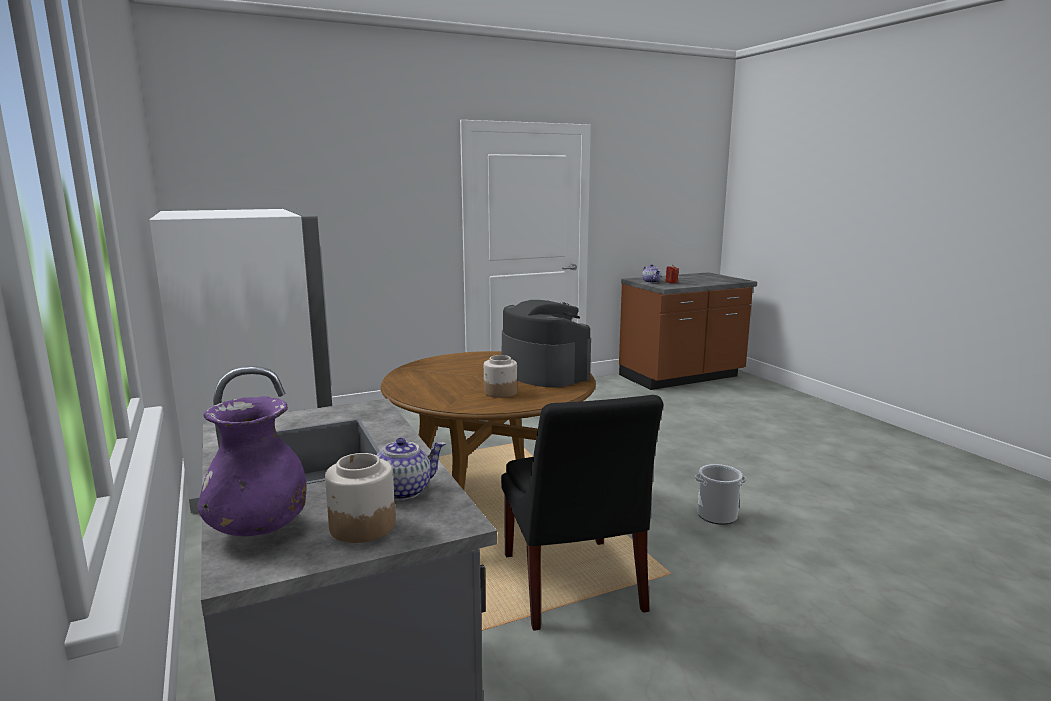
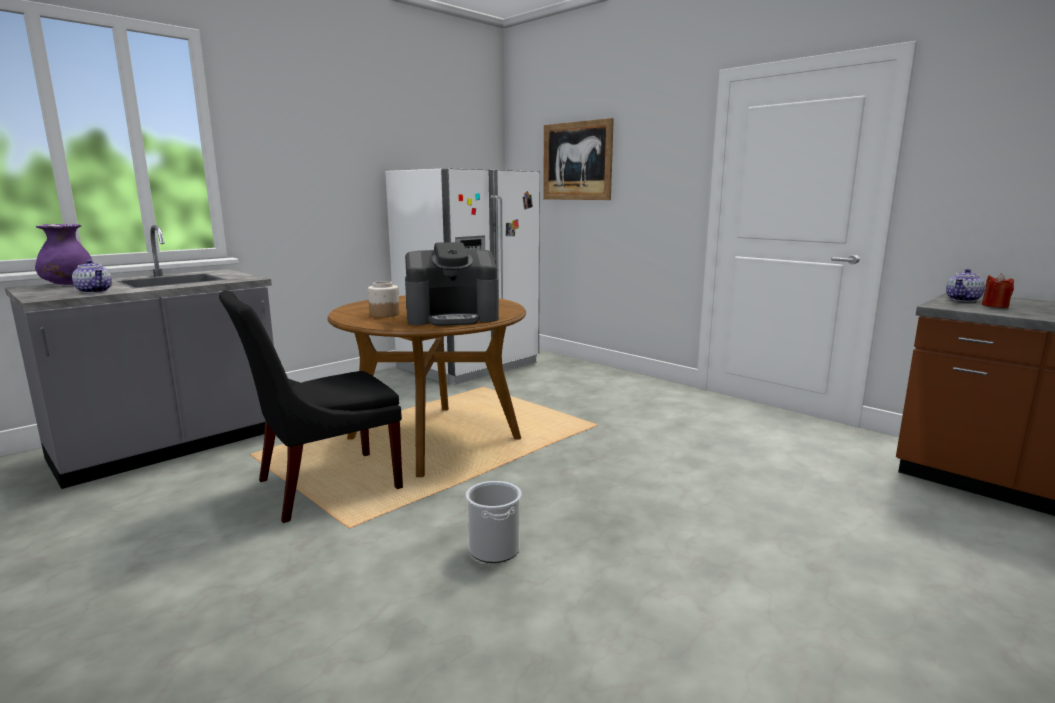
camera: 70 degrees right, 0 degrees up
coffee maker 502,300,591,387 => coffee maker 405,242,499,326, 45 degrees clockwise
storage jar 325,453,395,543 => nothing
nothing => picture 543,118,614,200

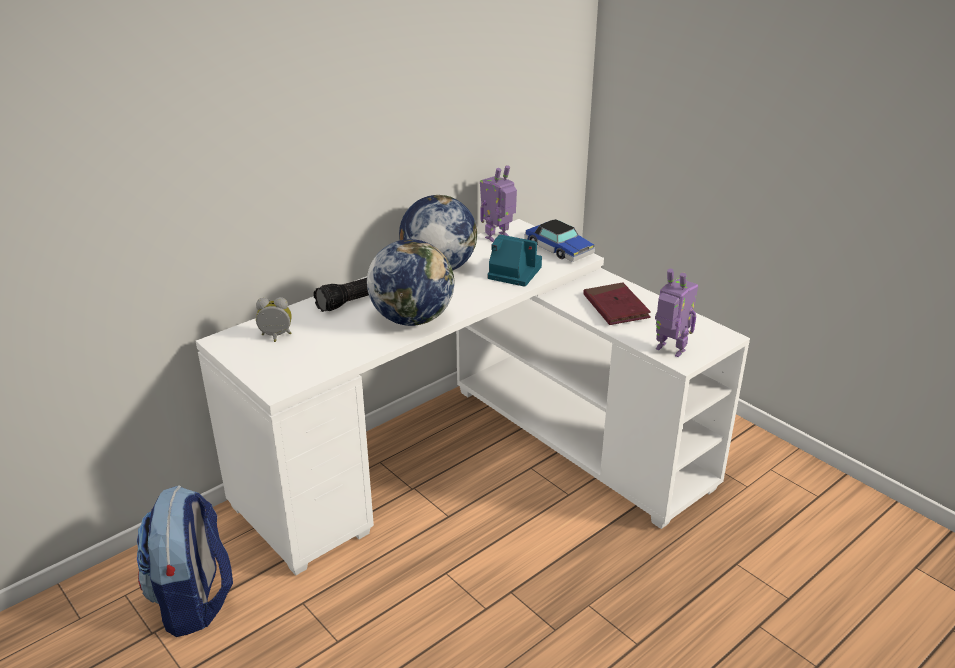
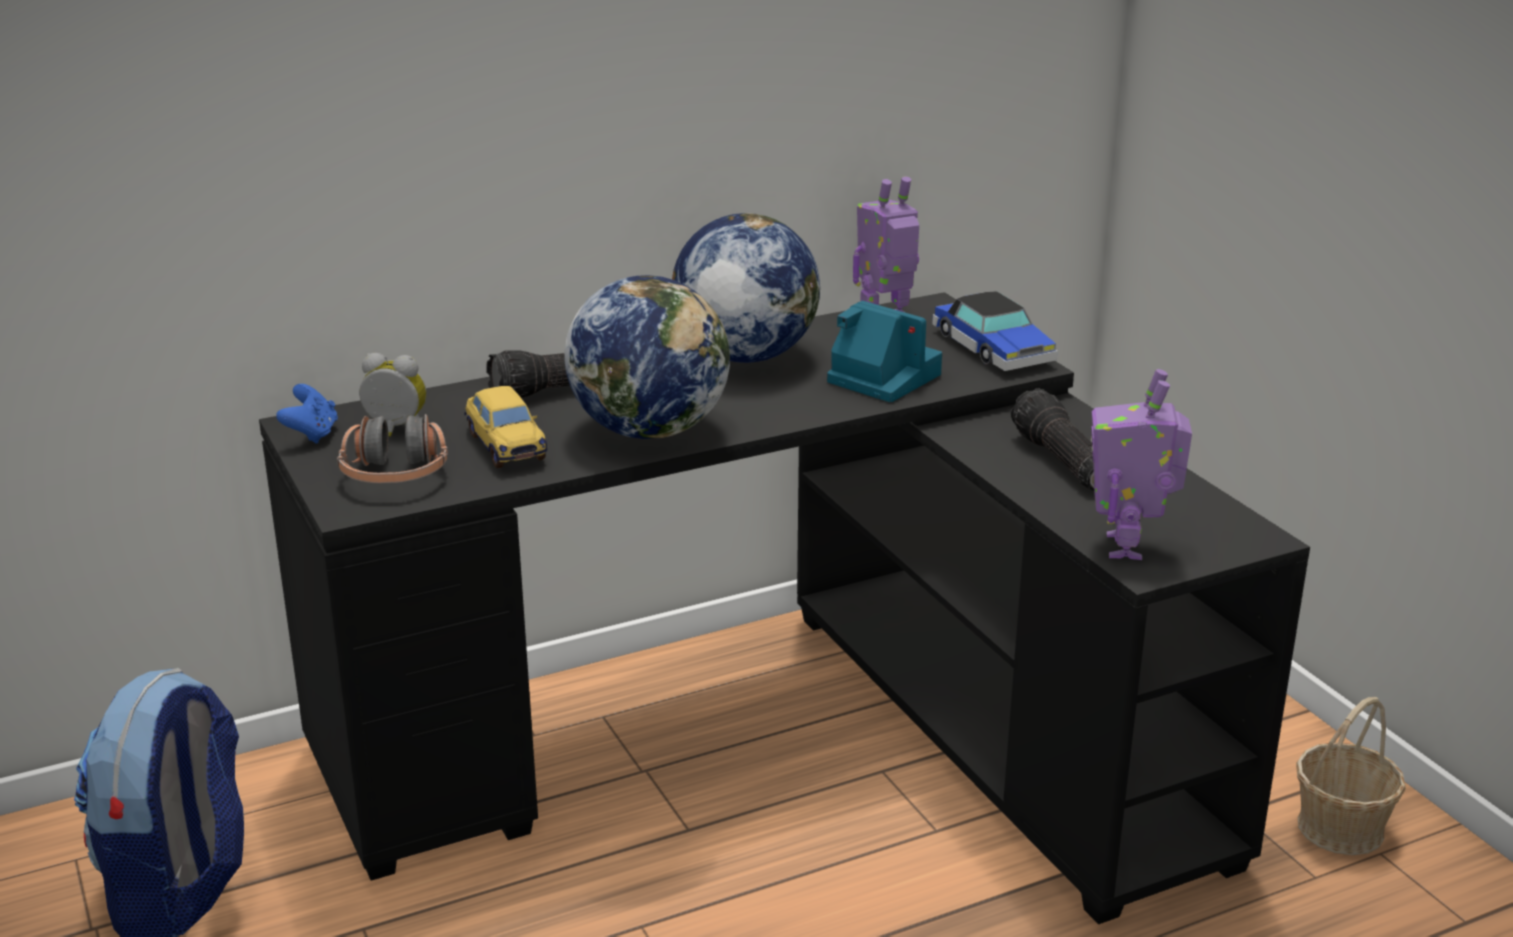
camera: 15 degrees right, 5 degrees down
desk table (white) 196,219,750,575 => desk table (black-coloured) 259,292,1310,924
toy robot 655,269,698,357 => toy robot 1091,369,1192,560, 135 degrees counterclockwise
bound book (red-coloured) 583,282,651,325 => hand torch 1011,388,1094,491
nothing => joypad (bluish) 276,384,338,444
nothing => model car 464,386,547,469
nothing => headphones 337,414,448,483
nothing => household basket 1296,697,1406,855

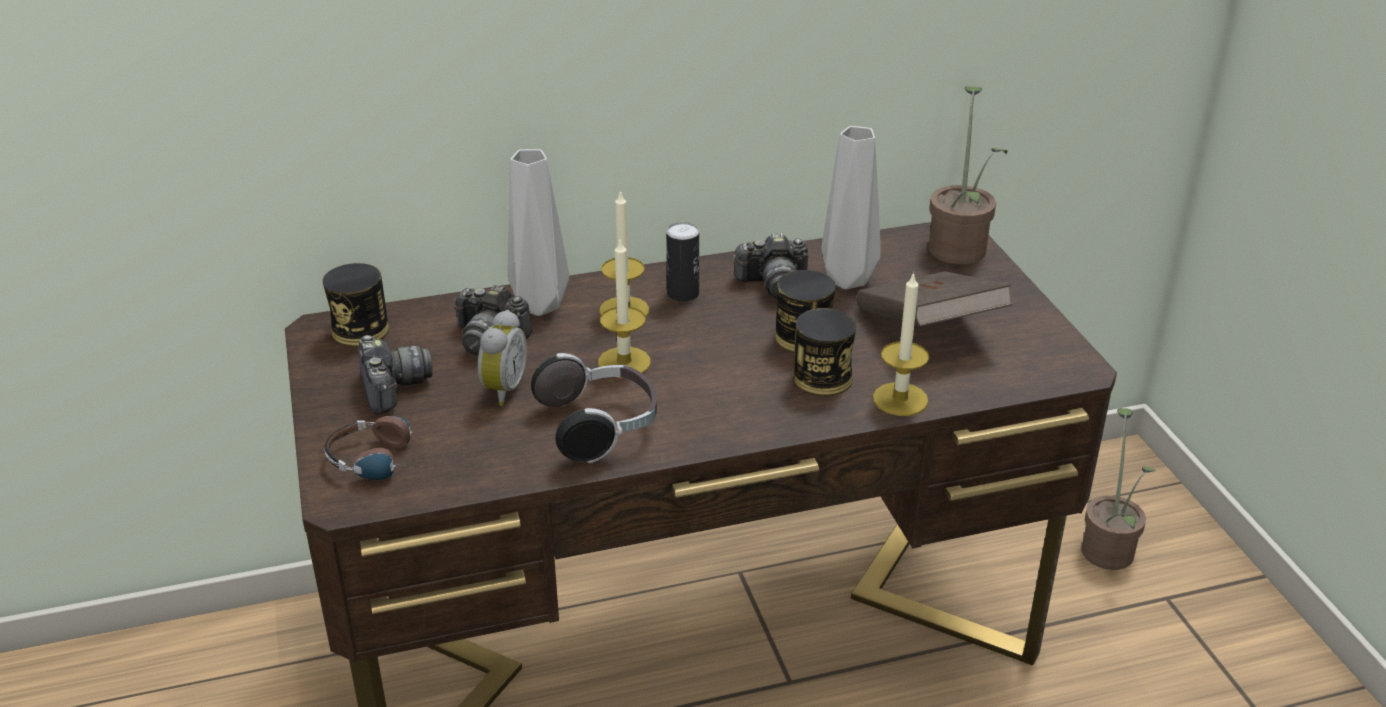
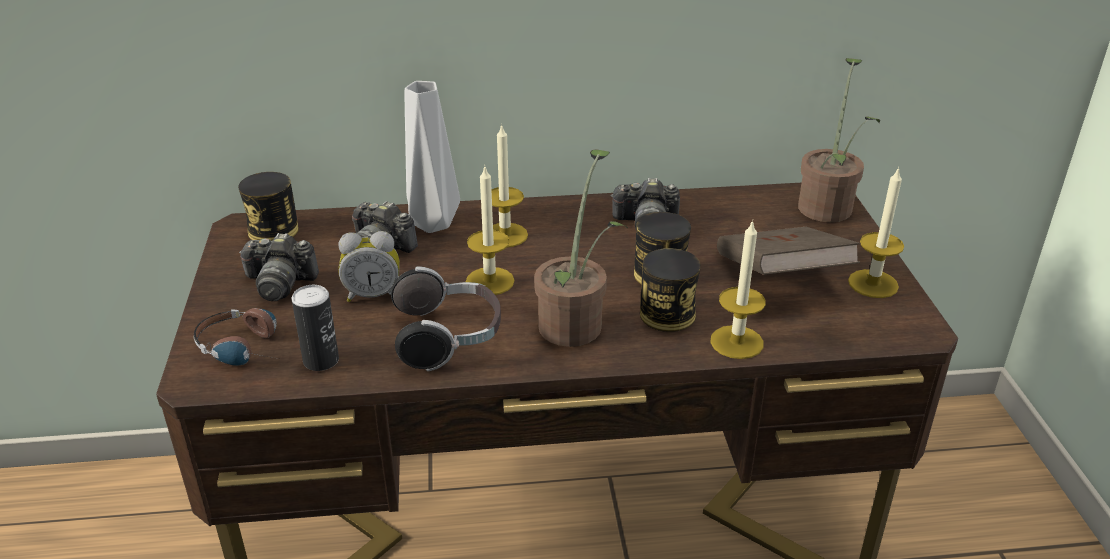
camera: 10 degrees right, 0 degrees up
decorative vase (grey) 821,126,881,289 => nothing
can 666,222,699,302 => can 292,285,339,371, relocated
table clock 478,310,527,406 => table clock 338,231,400,302, 60 degrees clockwise
still camera 359,335,433,415 => still camera 239,233,319,301, 105 degrees clockwise
houseplant 1081,408,1156,570 => houseplant 534,149,628,347, relocated
nothing => candle 848,167,904,298

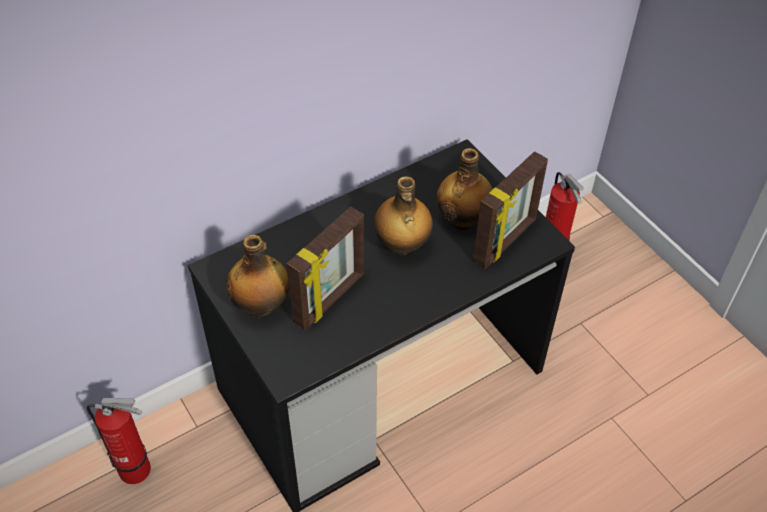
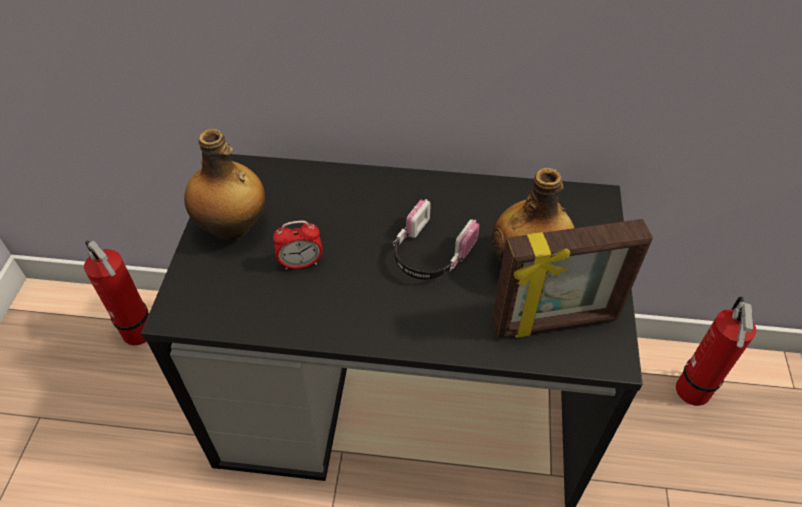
camera: 40 degrees right, 0 degrees up
bottle 374,176,433,255 => headphones 393,199,479,279
standing frame 287,206,364,330 => table clock 273,221,323,270

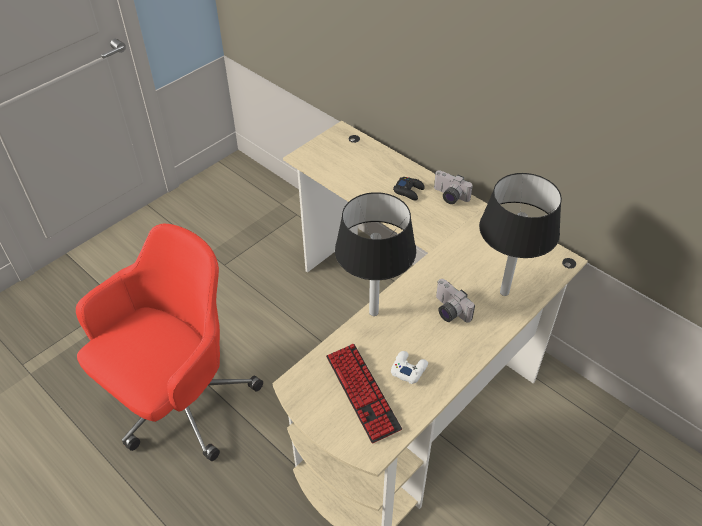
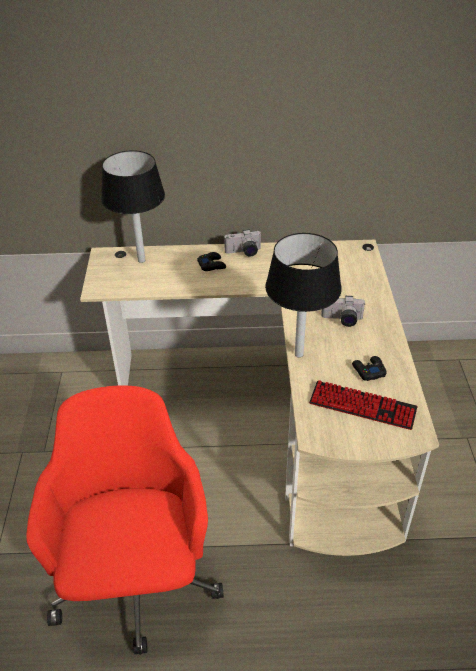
camera: 45 degrees left, 5 degrees down
lamp for a table (black-coloured) 479,173,562,296 => lamp for a table (black-coloured) 101,150,165,263, relocated
joypad (white) 391,351,428,384 => joypad (black-coloured) 352,356,387,381

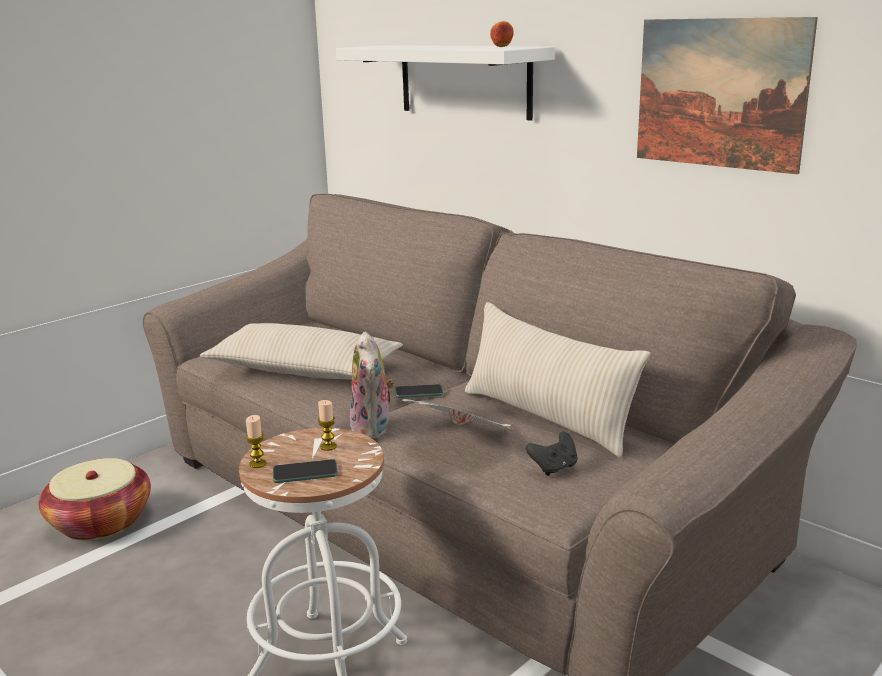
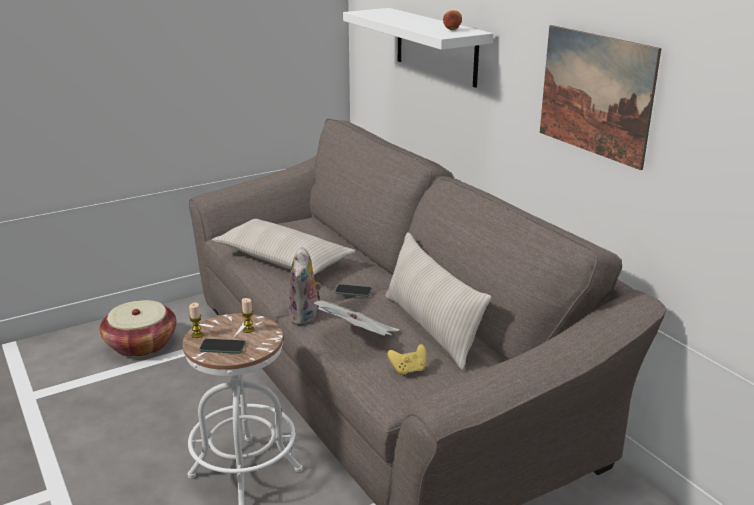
camera: 15 degrees right, 5 degrees up
joypad (black-coloured) 526,432,578,476 => joypad (yellowish) 388,344,426,375

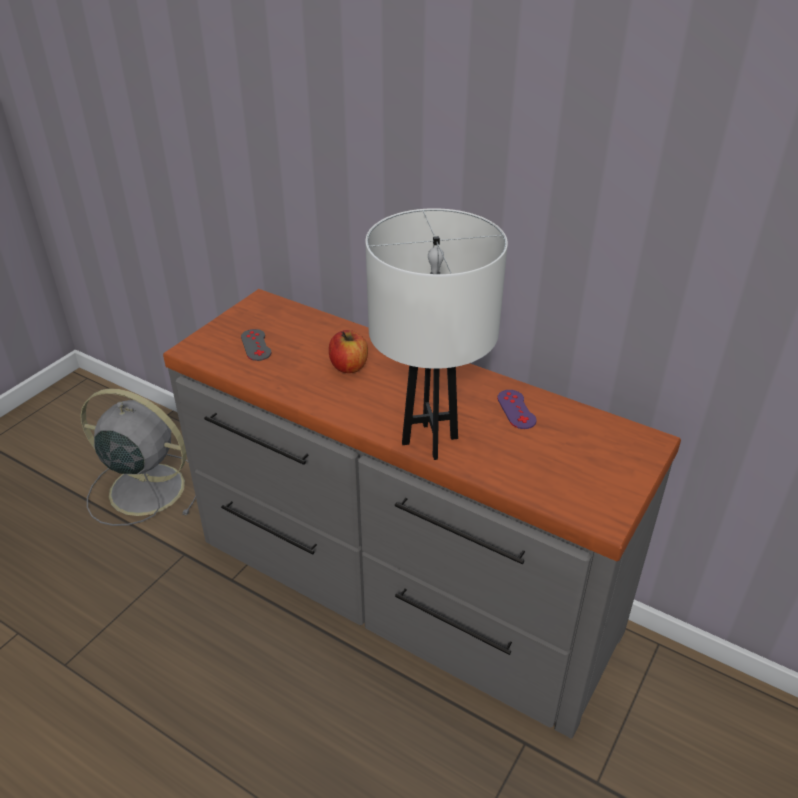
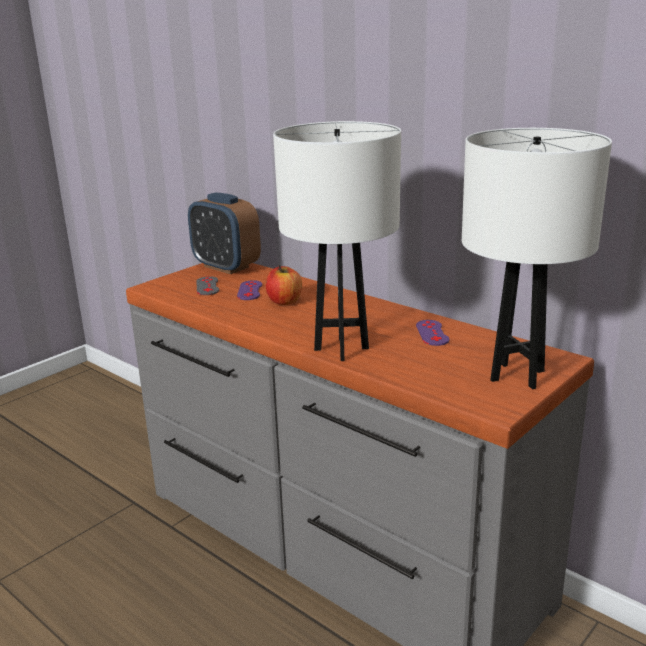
camera: 10 degrees right, 15 degrees down
electric fan (grey) 80,388,196,526 => nothing
nothing => lamp for a table (white) 462,128,612,389
nothing => table clock 188,192,261,274
nothing => joypad (purple) 237,280,262,300

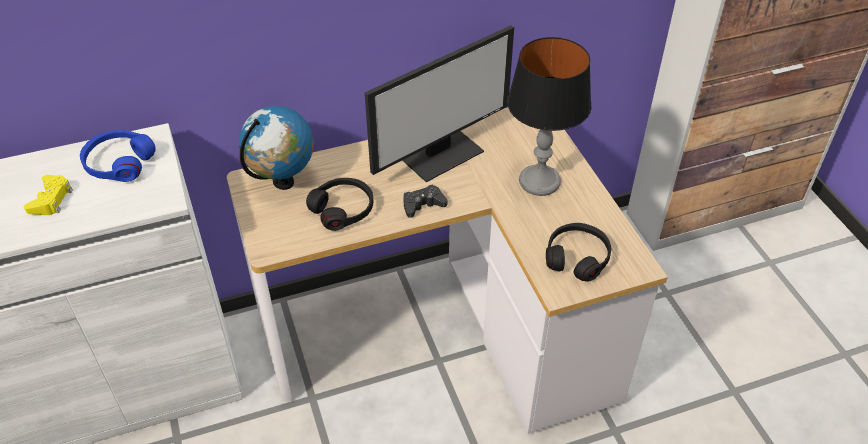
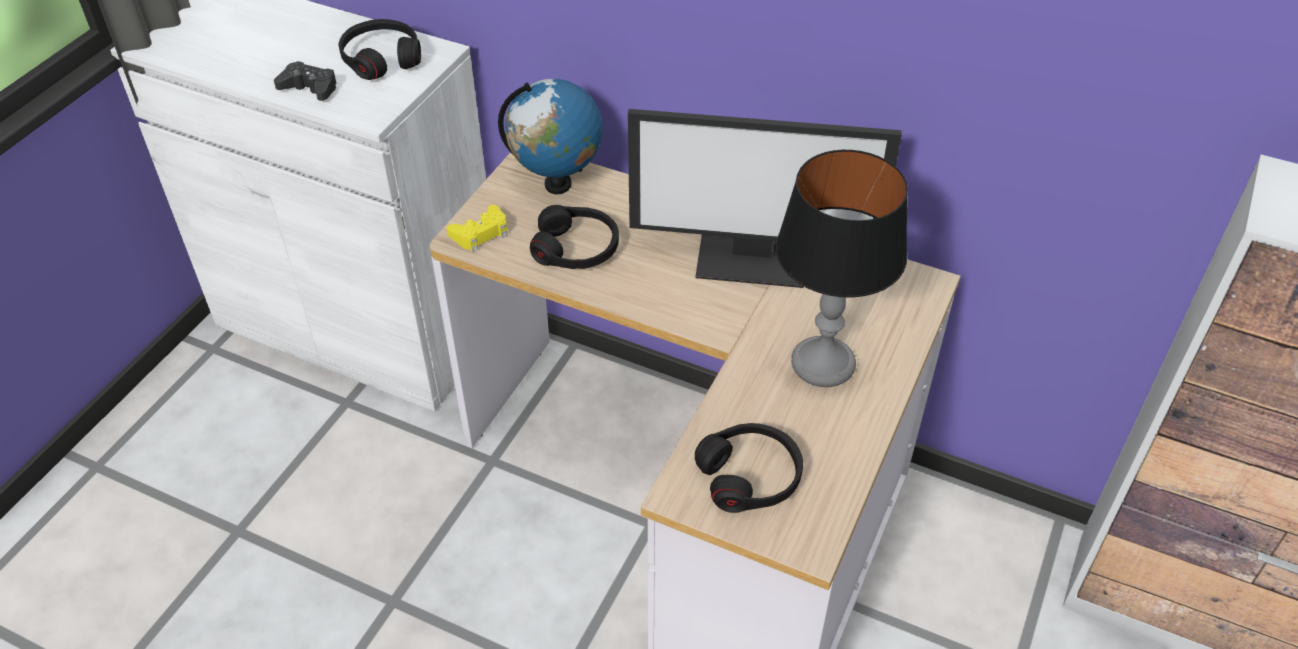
camera: 45 degrees right, 0 degrees up
headphones (bluish) 80,130,156,182 => headphones (black-coloured) 339,19,421,80
joypad (yellowish) 24,175,73,215 => joypad (yellowish) 447,205,508,252, relocated
joypad (black-coloured) 403,184,447,218 => joypad (black-coloured) 274,61,337,101, relocated

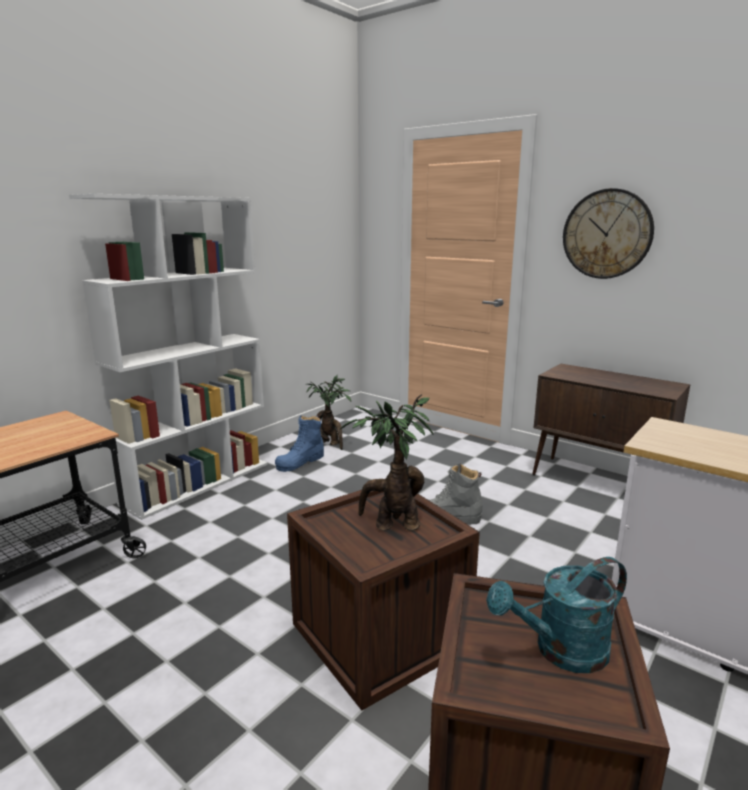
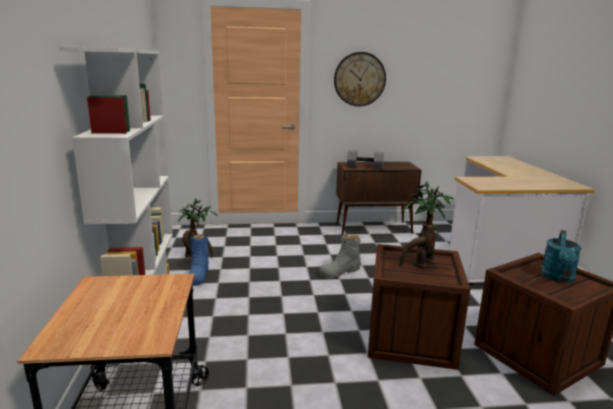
camera: 45 degrees left, 0 degrees up
nothing => free weight (grey) 347,150,384,169

